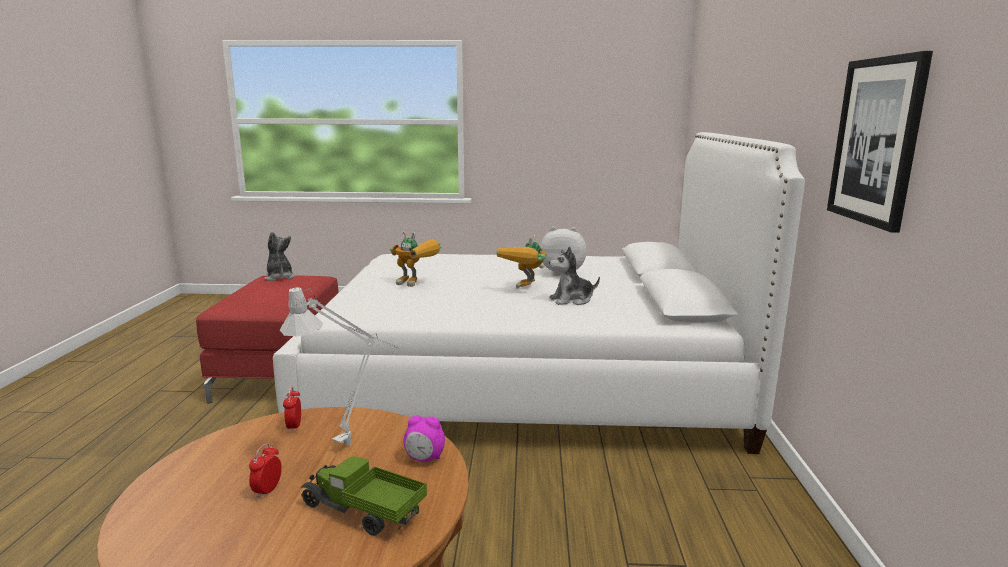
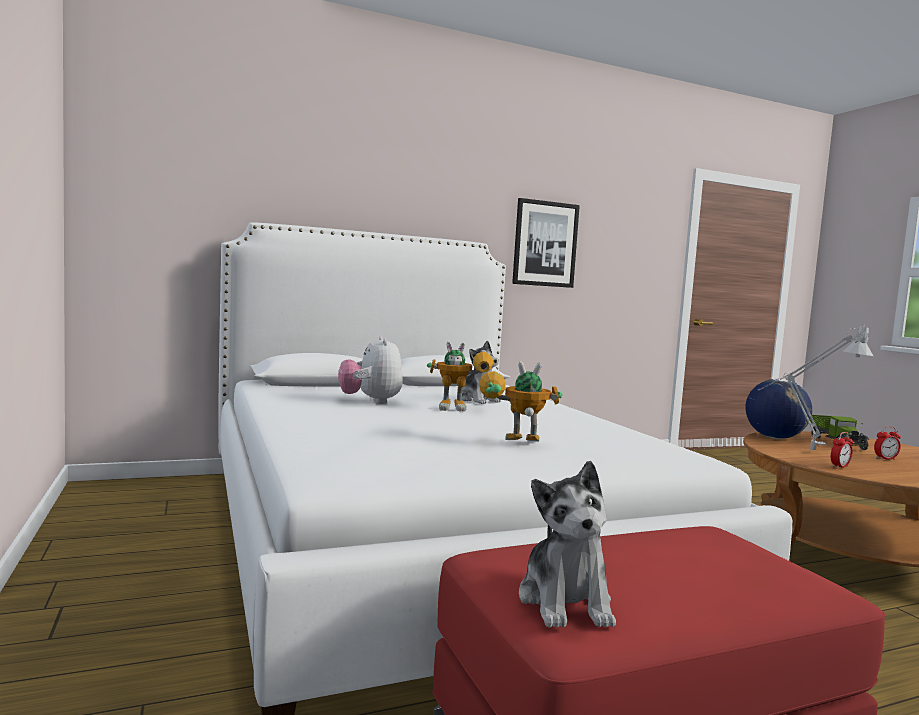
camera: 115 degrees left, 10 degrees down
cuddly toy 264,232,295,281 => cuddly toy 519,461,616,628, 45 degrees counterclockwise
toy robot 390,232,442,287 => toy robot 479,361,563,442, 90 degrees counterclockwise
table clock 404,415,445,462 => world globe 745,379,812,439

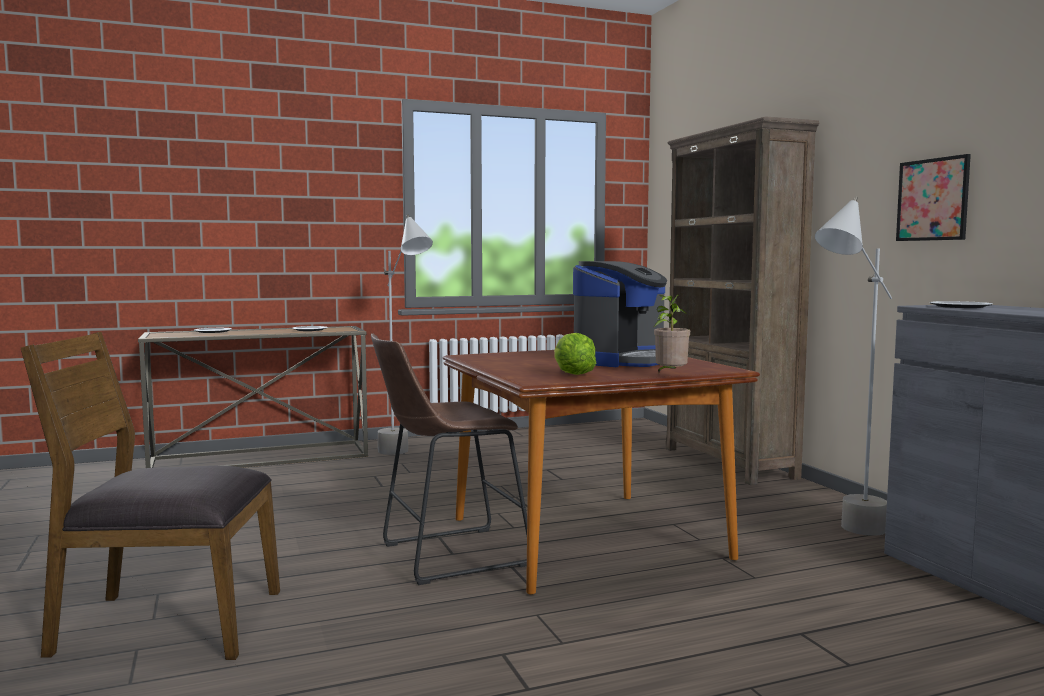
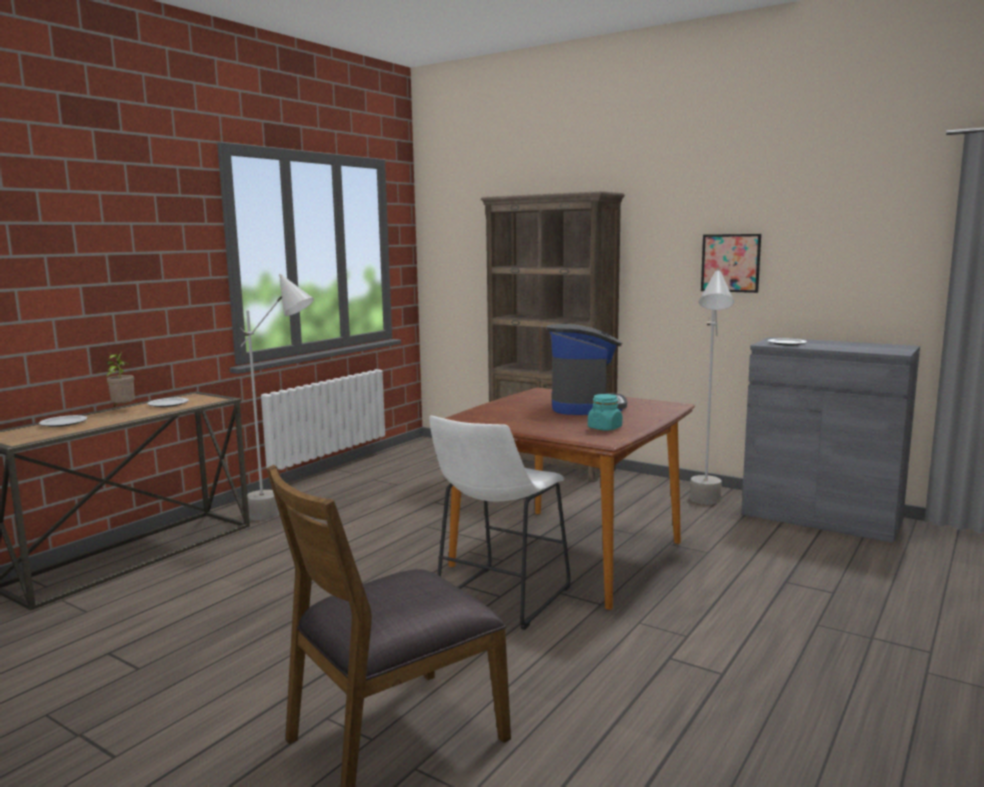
camera: 35 degrees left, 5 degrees up
houseplant 654,294,690,372 => houseplant 106,352,135,407, relocated
stool seat (brownish) 371,333,527,585 => stool seat (white) 429,416,571,630
lettuce head 554,333,596,375 => storage jar (turquoise) 588,394,622,430

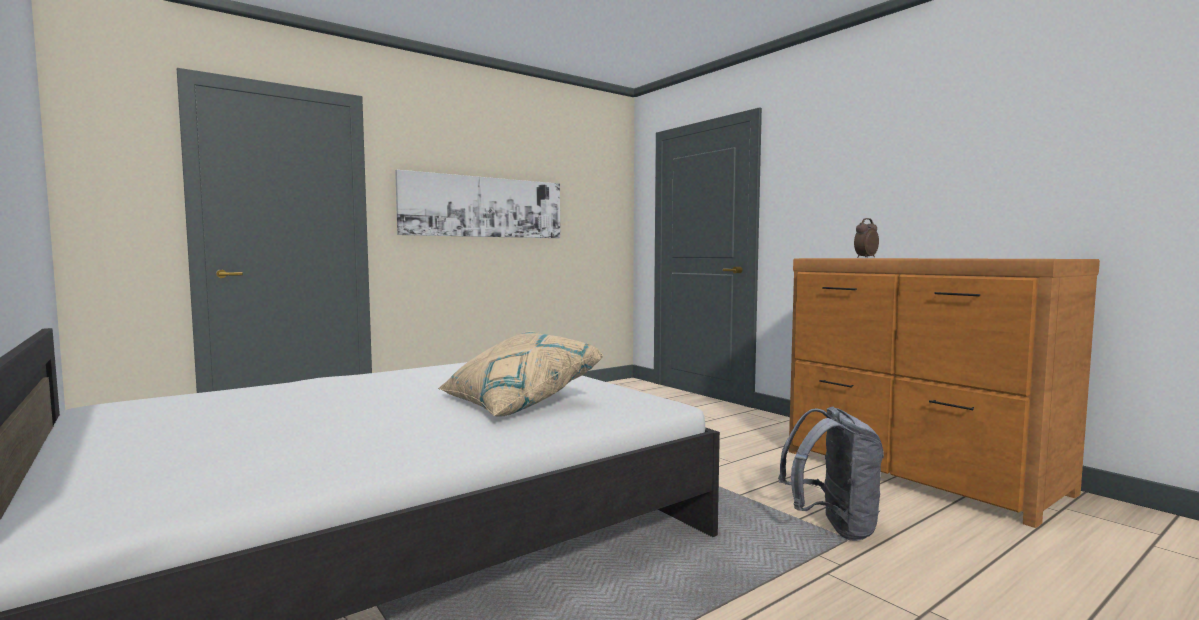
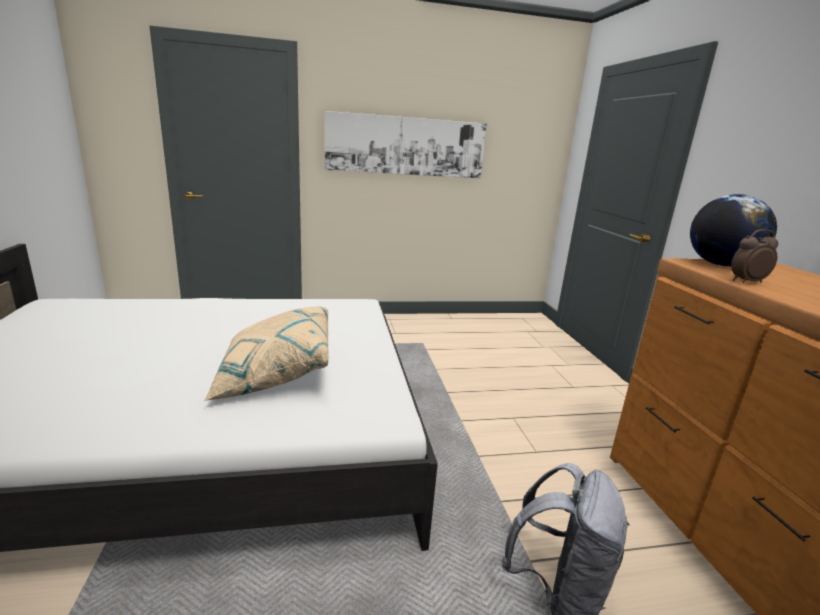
camera: 25 degrees right, 15 degrees up
nothing => world globe 690,194,777,266

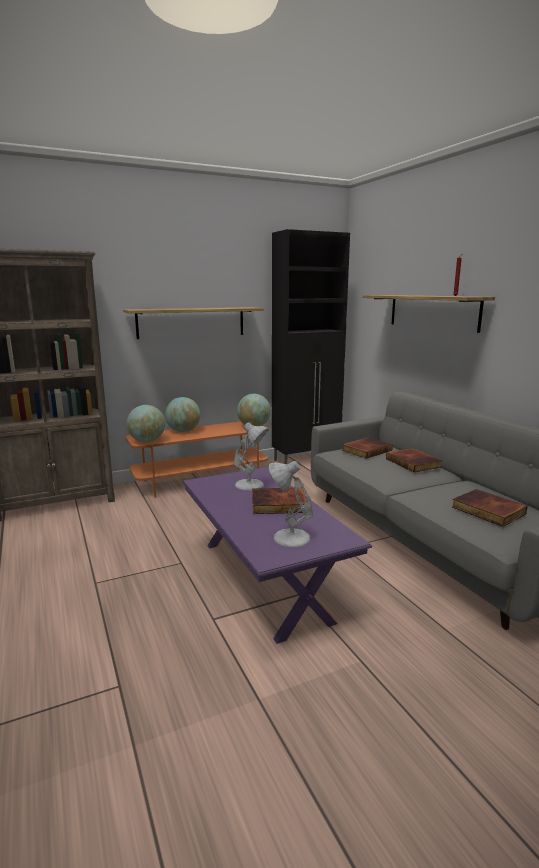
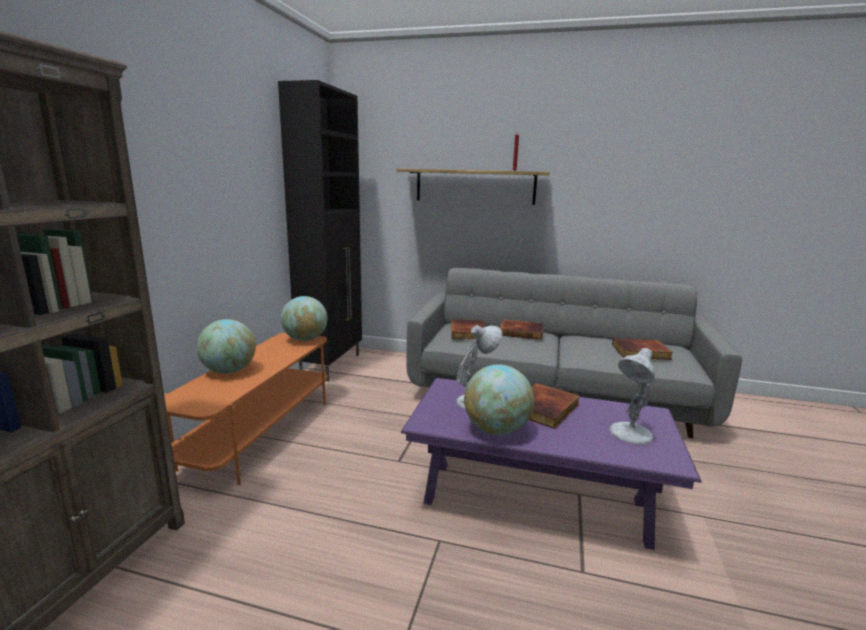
camera: 50 degrees left, 0 degrees up
wall shelf 123,307,264,339 => nothing
world globe 126,405,165,442 => world globe 464,364,534,435, relocated

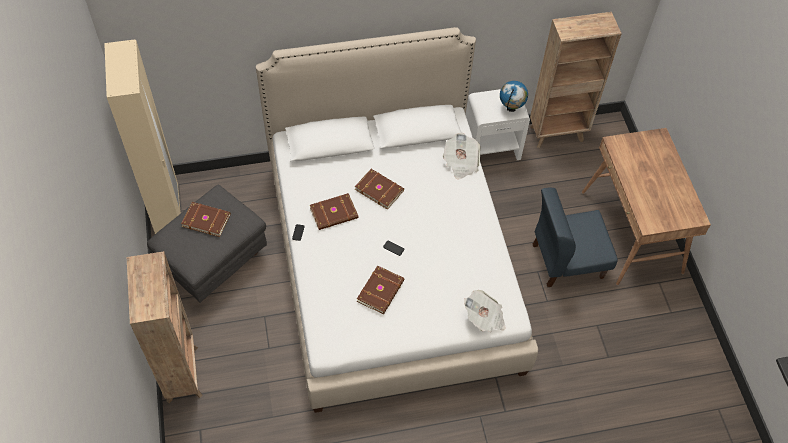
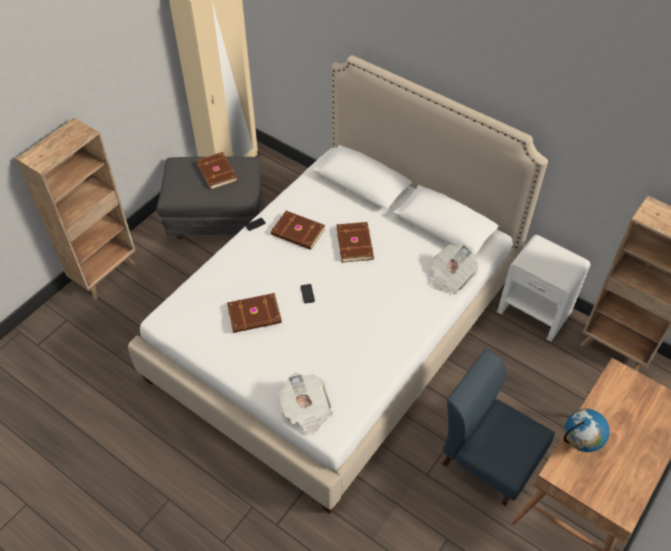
camera: 50 degrees right, 5 degrees down
world globe 500,81,528,112 => world globe 564,409,610,452, relocated

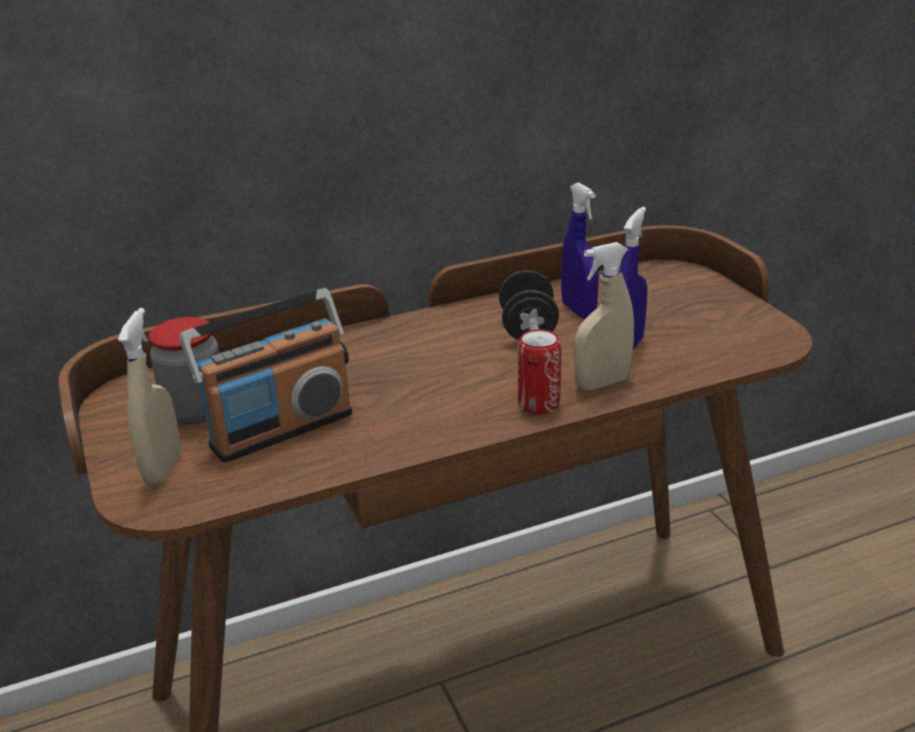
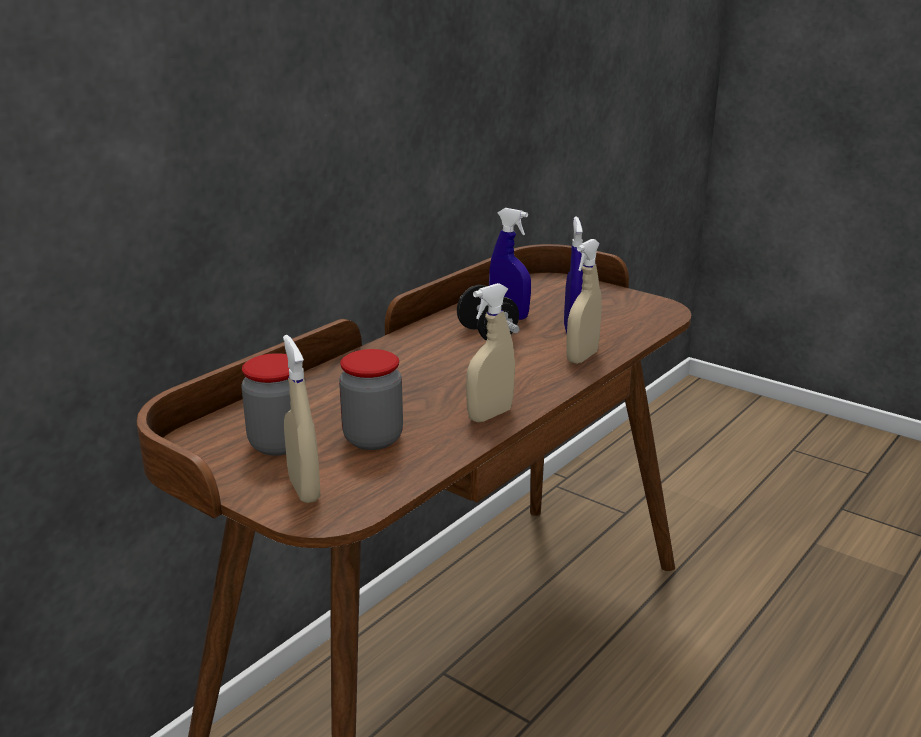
camera: 30 degrees left, 5 degrees down
radio receiver 180,288,352,463 => storage jar 339,349,403,450
can 518,329,561,414 => nothing
nothing => sprayer (beige) 466,283,515,422

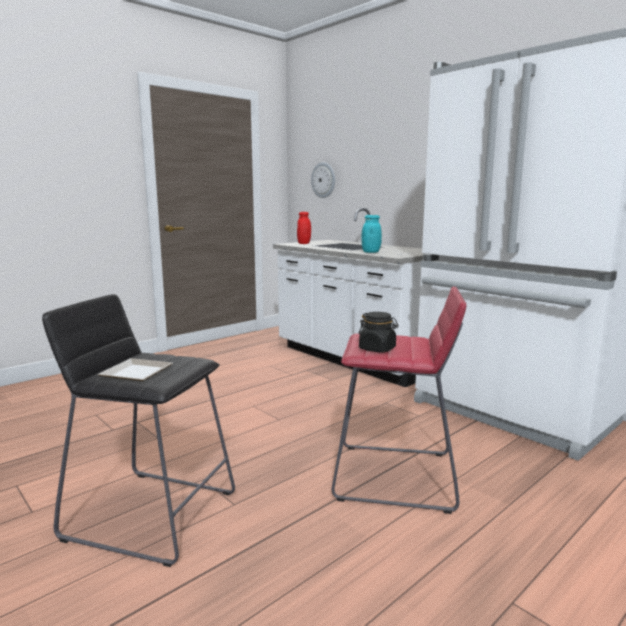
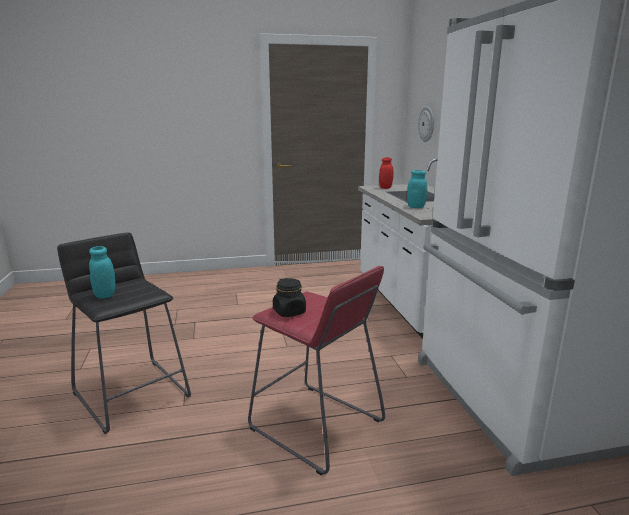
camera: 30 degrees right, 5 degrees up
plate 98,358,173,381 => storage jar (turquoise) 89,246,116,298

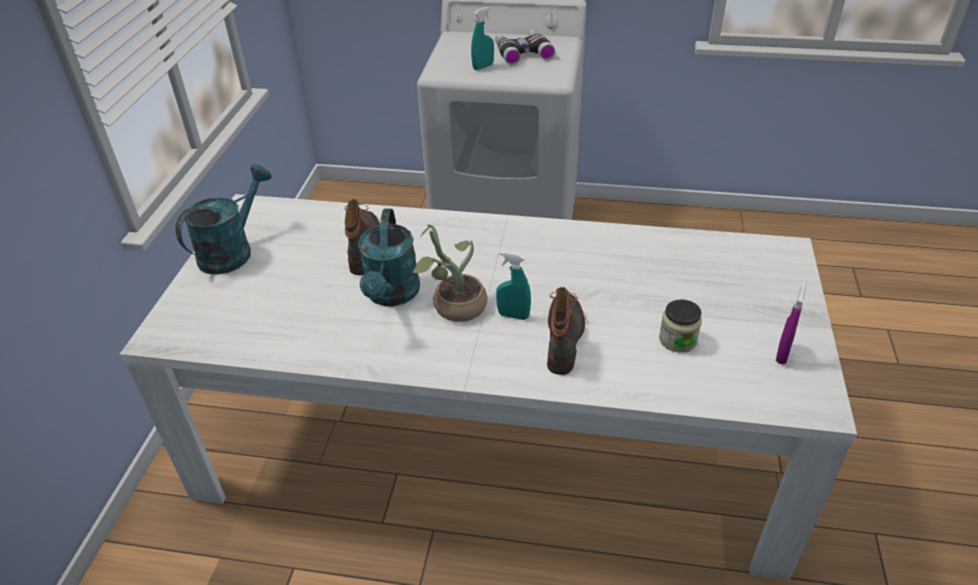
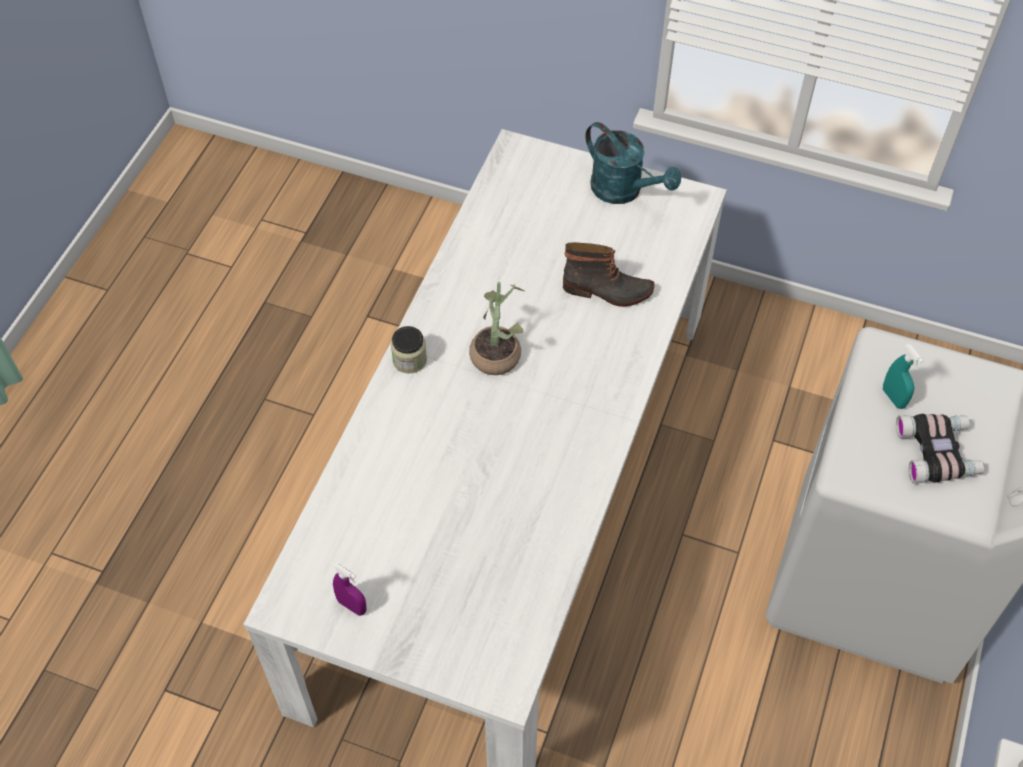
camera: 100 degrees right, 15 degrees up
watering can (turquoise) 358,209,420,307 => nothing
sprayer (turquoise) 496,251,531,320 => nothing
high-top boot 547,287,585,375 => nothing
storage jar 659,300,702,352 => storage jar 391,326,427,374, relocated

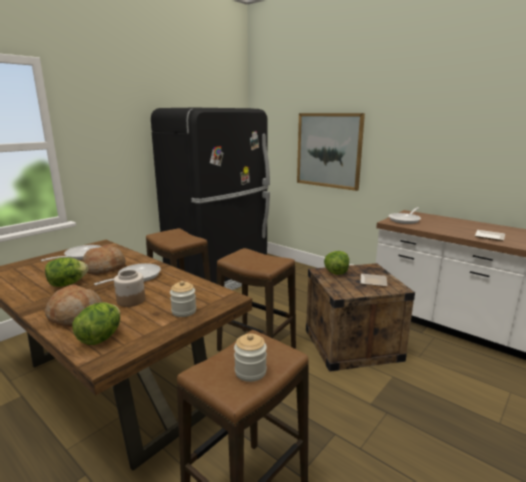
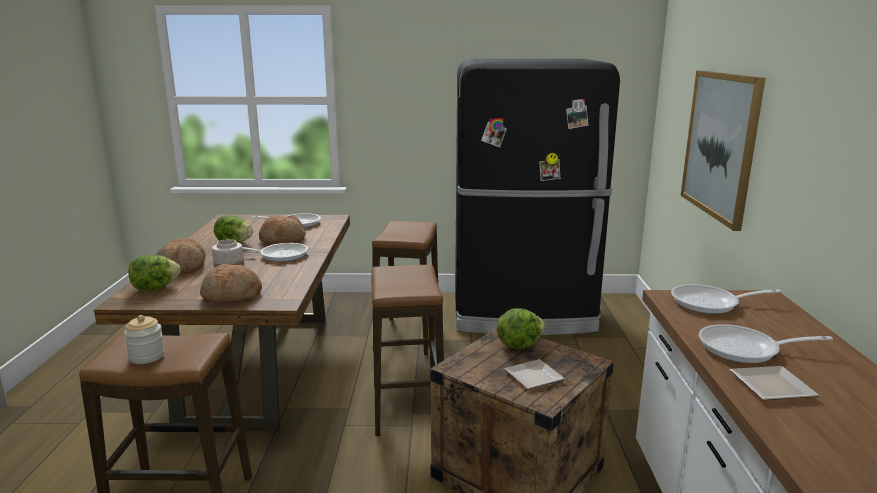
camera: 50 degrees right, 0 degrees up
storage jar 170,281,196,317 => bakery bread 200,264,262,303
nothing => skillet 699,324,833,363

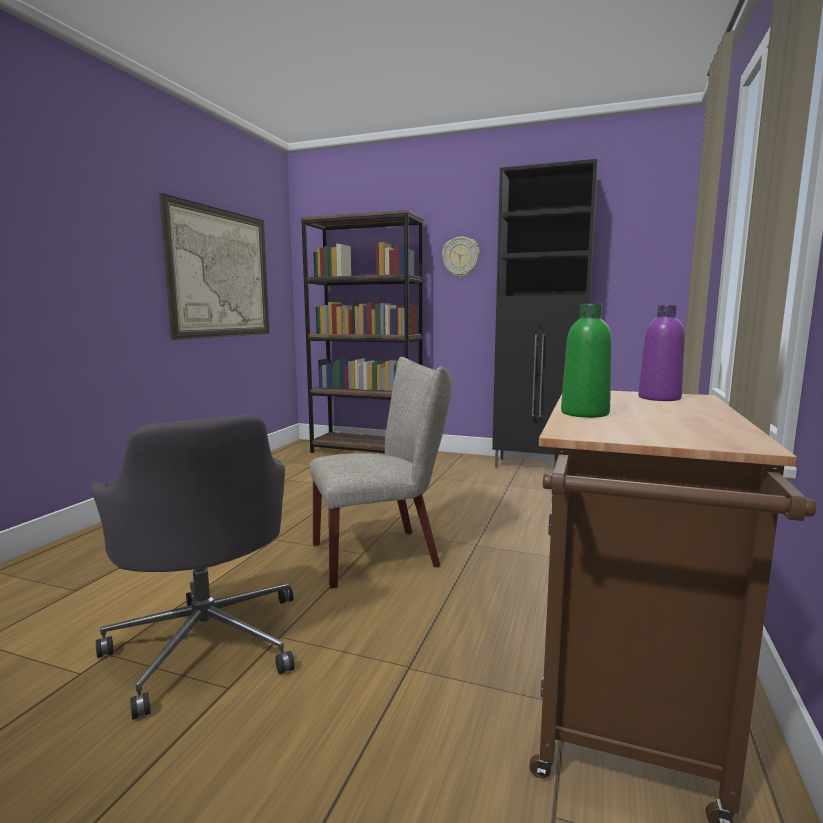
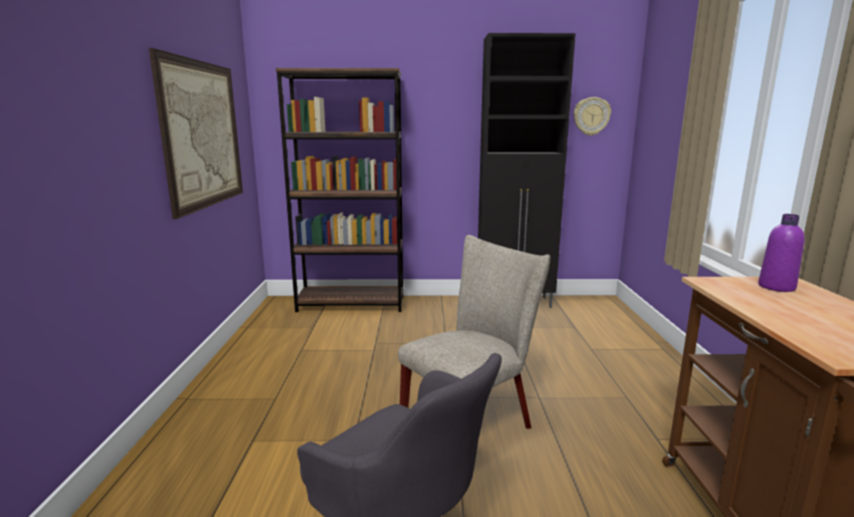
camera: 20 degrees left, 5 degrees up
clock on the wall 442,237,480,277 => clock on the wall 574,97,611,136, relocated
bottle (green-coloured) 561,304,612,418 => nothing

